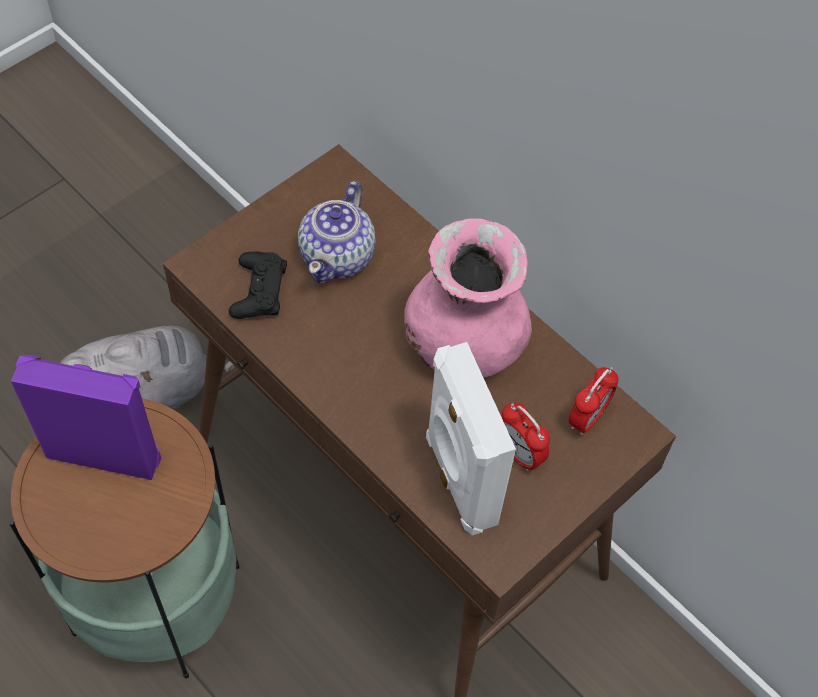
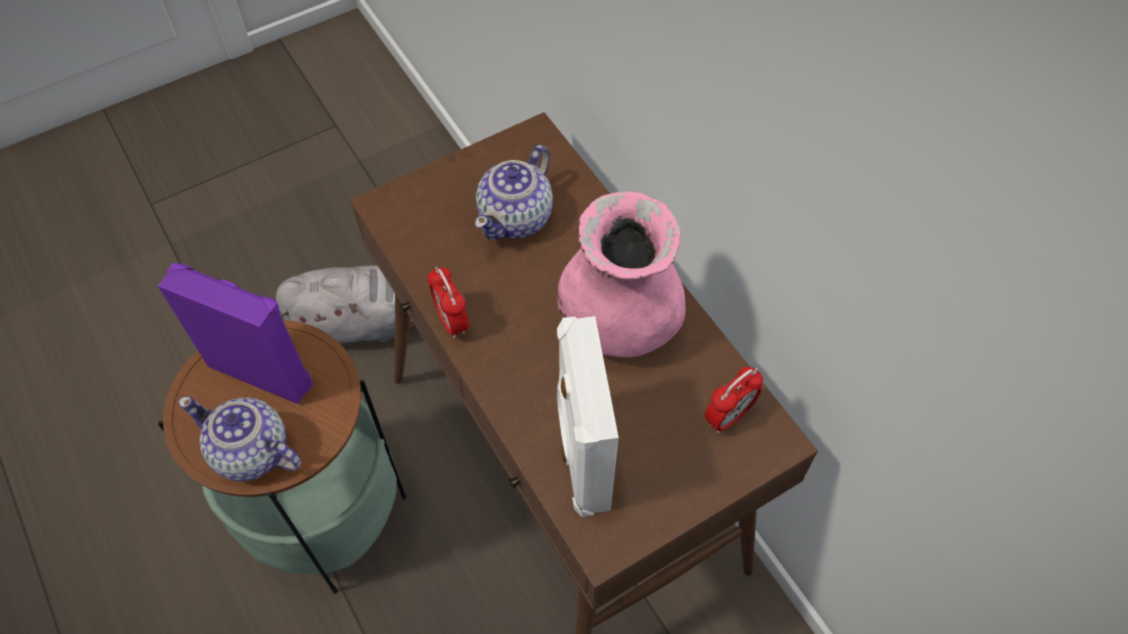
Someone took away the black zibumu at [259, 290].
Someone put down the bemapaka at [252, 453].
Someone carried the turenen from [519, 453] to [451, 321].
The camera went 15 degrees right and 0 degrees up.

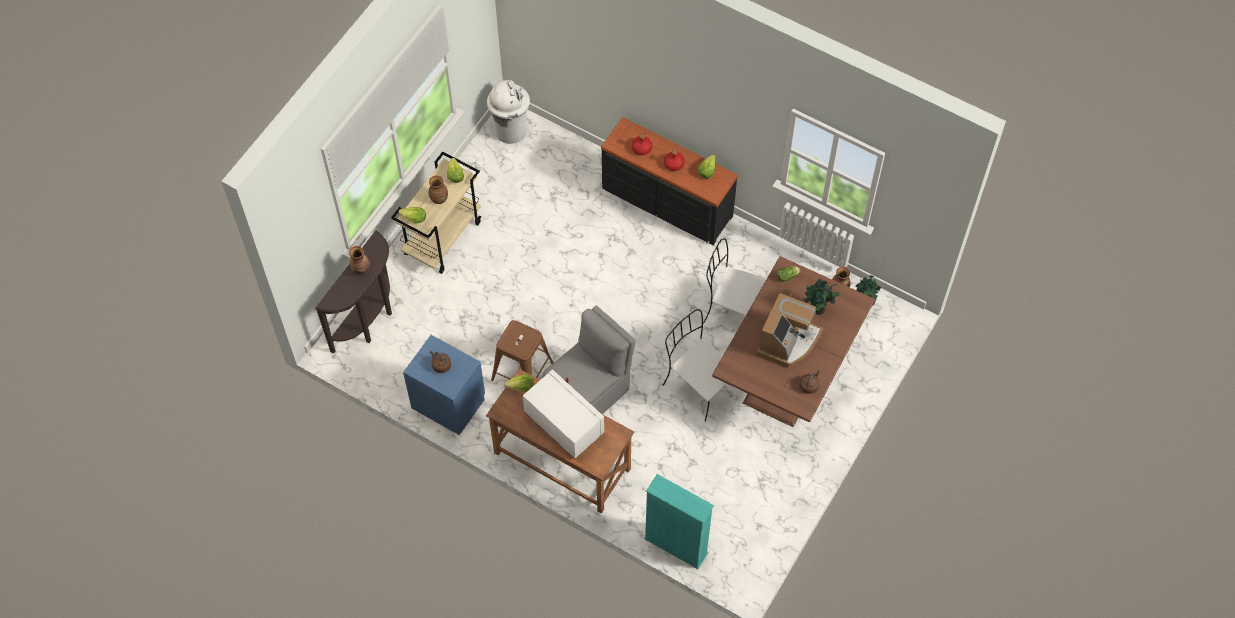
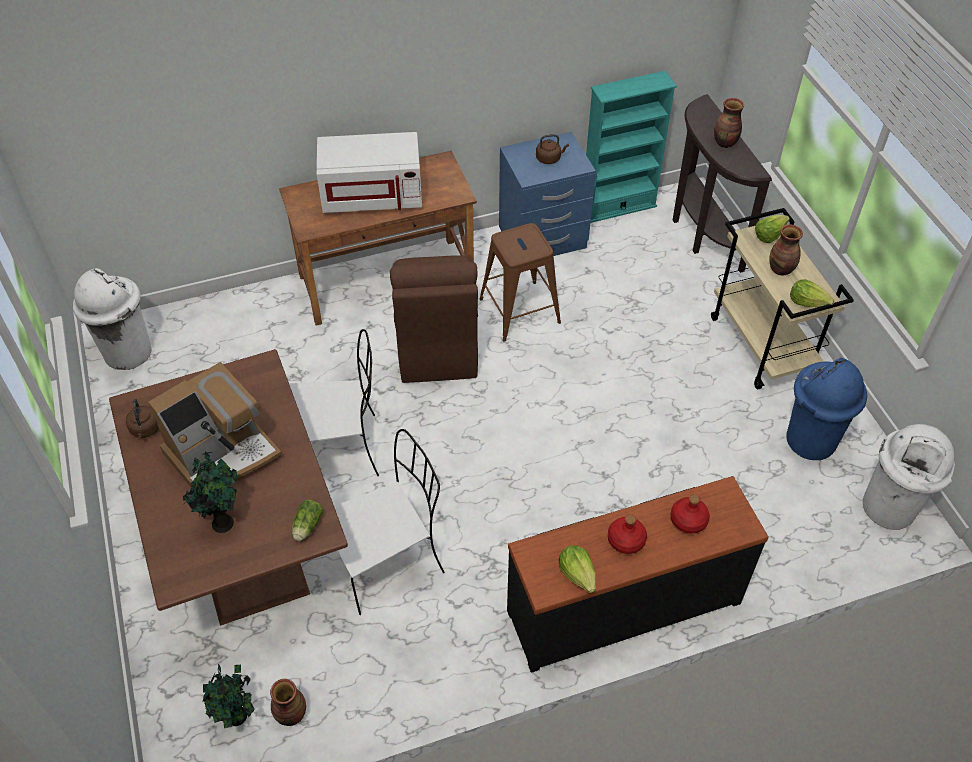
Someone took away the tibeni at [520, 387].
Someone put down the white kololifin at [127, 352].
Someone put down the blue kololifin at [810, 440].
Someone carried the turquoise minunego from [676, 546] to [618, 207].
Someone repainted the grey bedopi at [588, 393], which became the brown bedopi at [436, 347].
Someone rotated the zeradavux at [788, 341] by 105 degrees counterclockwise.
The camera went 130 degrees right and 10 degrees down.

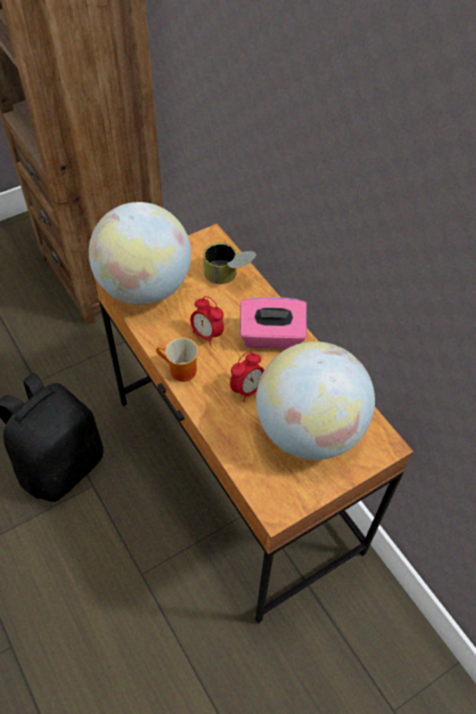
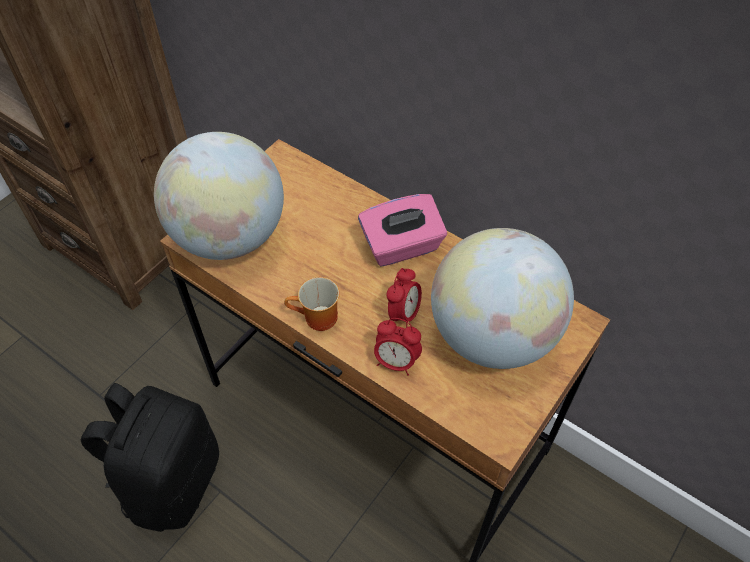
Someone took away the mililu at [228, 276].
Someone carried the turenen from [207, 334] to [396, 362].
The camera went 20 degrees left and 0 degrees up.

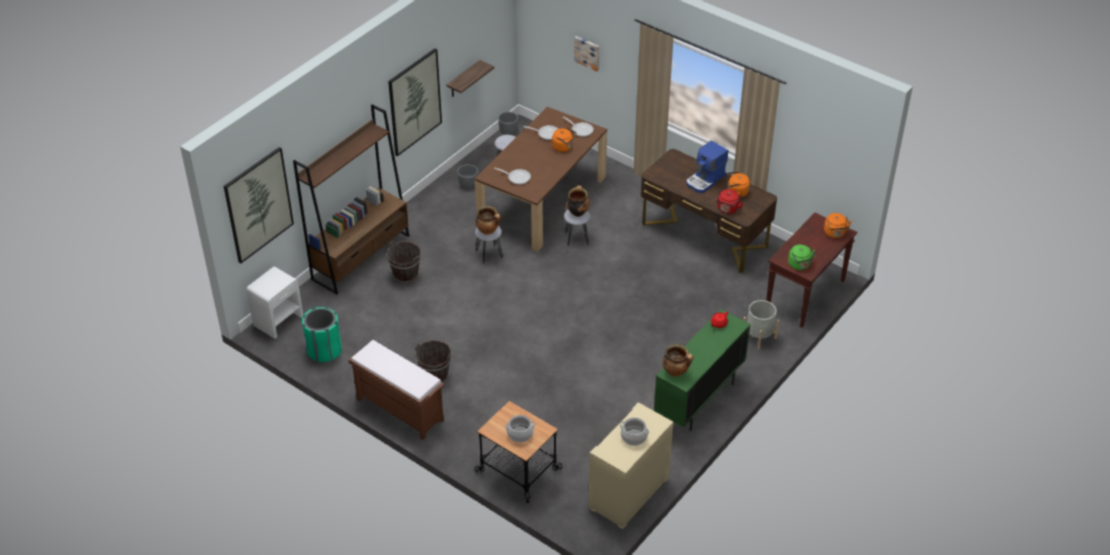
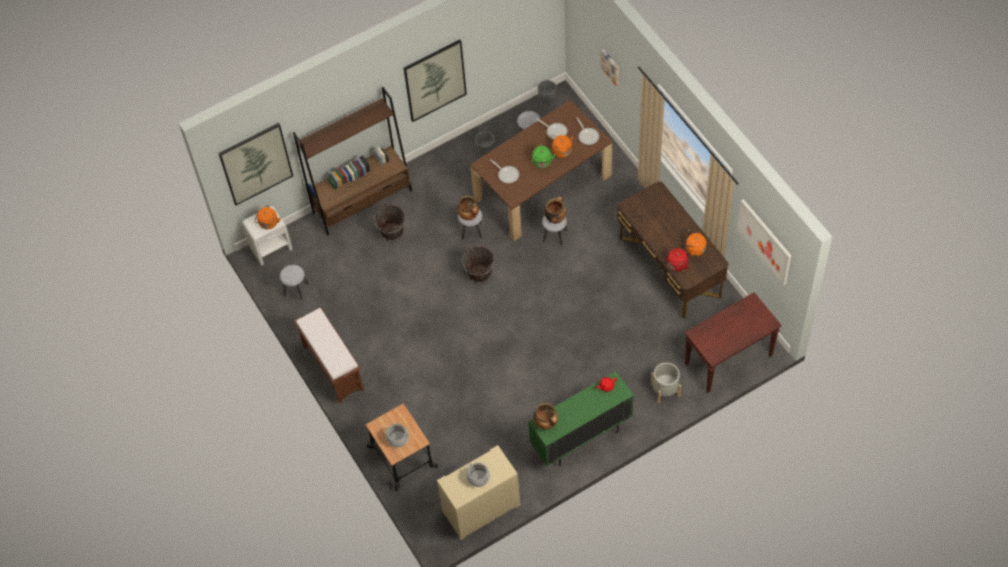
Someone took away the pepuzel at [463, 80].
Someone took away the zeradavux at [705, 180].
Someone put up the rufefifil at [764, 241].
Someone carried the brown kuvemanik from [435, 375] to [480, 274].
Someone carried the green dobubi from [800, 265] to [542, 163].
Someone carried the orange dobubi from [835, 233] to [268, 224].
Someone swapped the green kololifin at [324, 350] for the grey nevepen at [296, 290].
The camera went 25 degrees right and 15 degrees up.

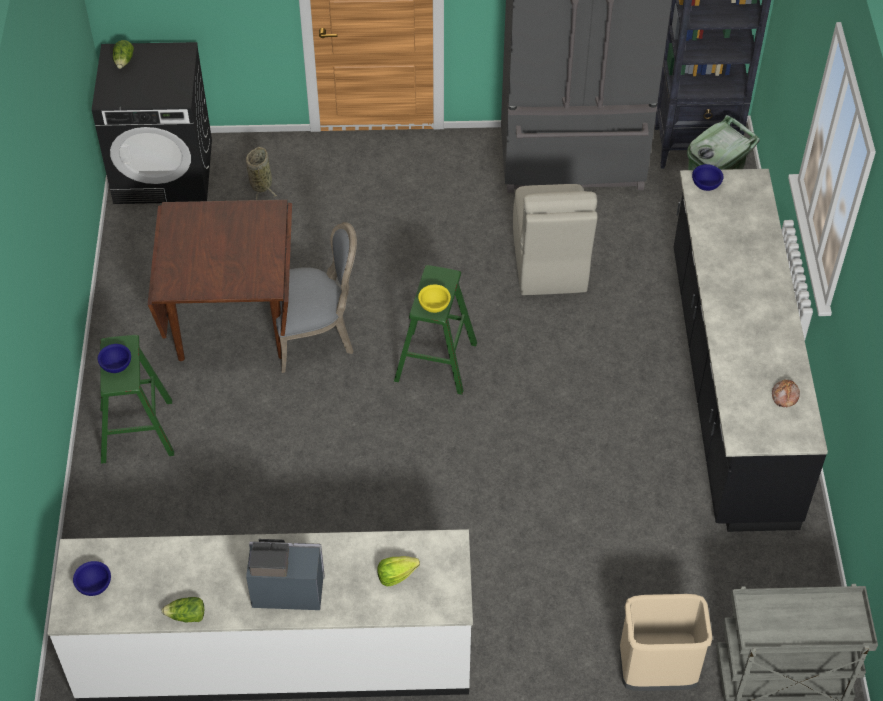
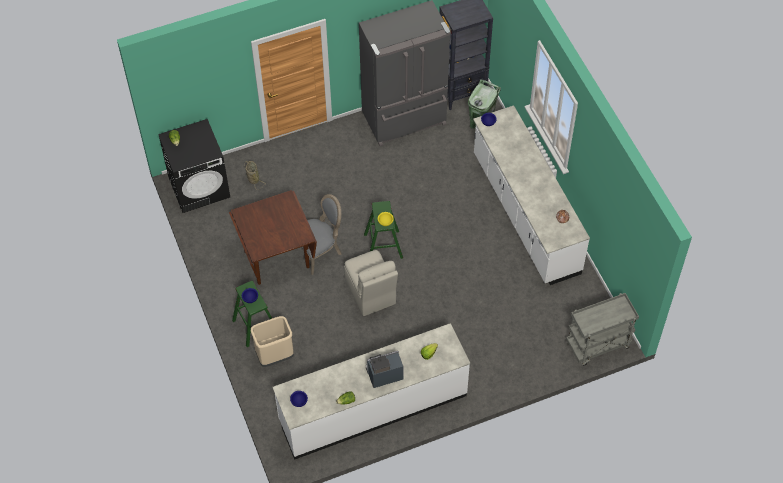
Someone carried the beige bedopi from [549, 264] to [371, 293].
Someone carried the beige kololifin from [656, 674] to [275, 356].
Someone repainted the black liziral at [729, 385], which became the white liziral at [525, 214].
The camera went 20 degrees left and 5 degrees up.

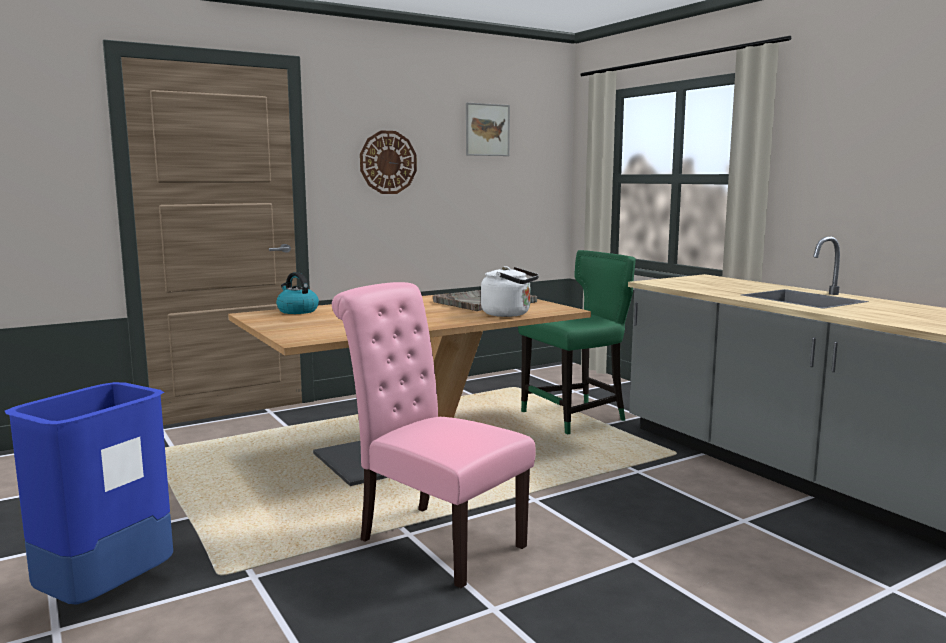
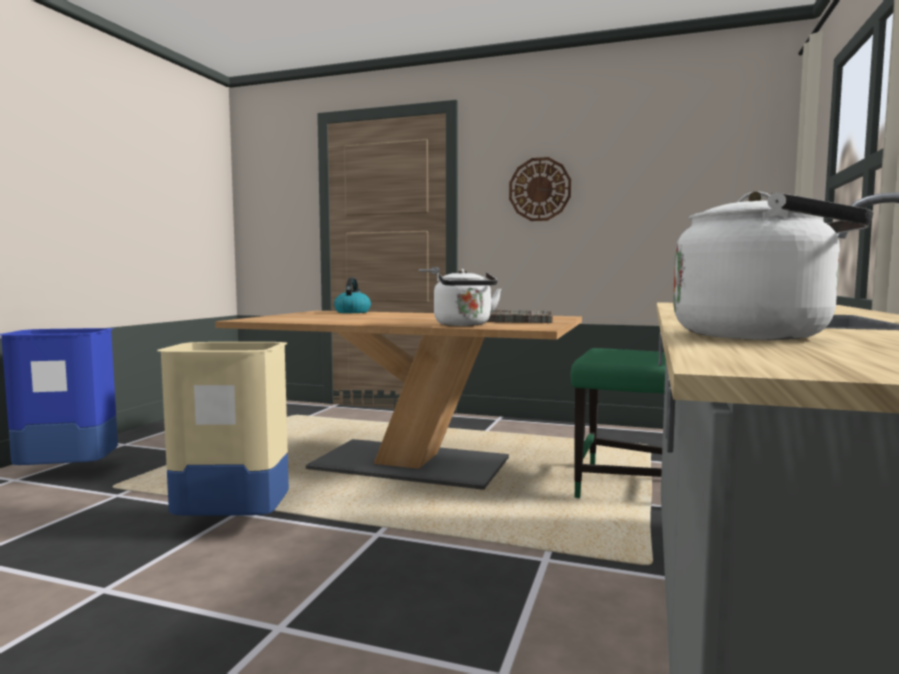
Someone took away the rufefifil at [487, 130].
Someone put down the white dobubi at [760, 336].
Someone swapped the pink bedopi at [433, 540] for the beige kololifin at [232, 524].
The camera went 50 degrees right and 5 degrees down.

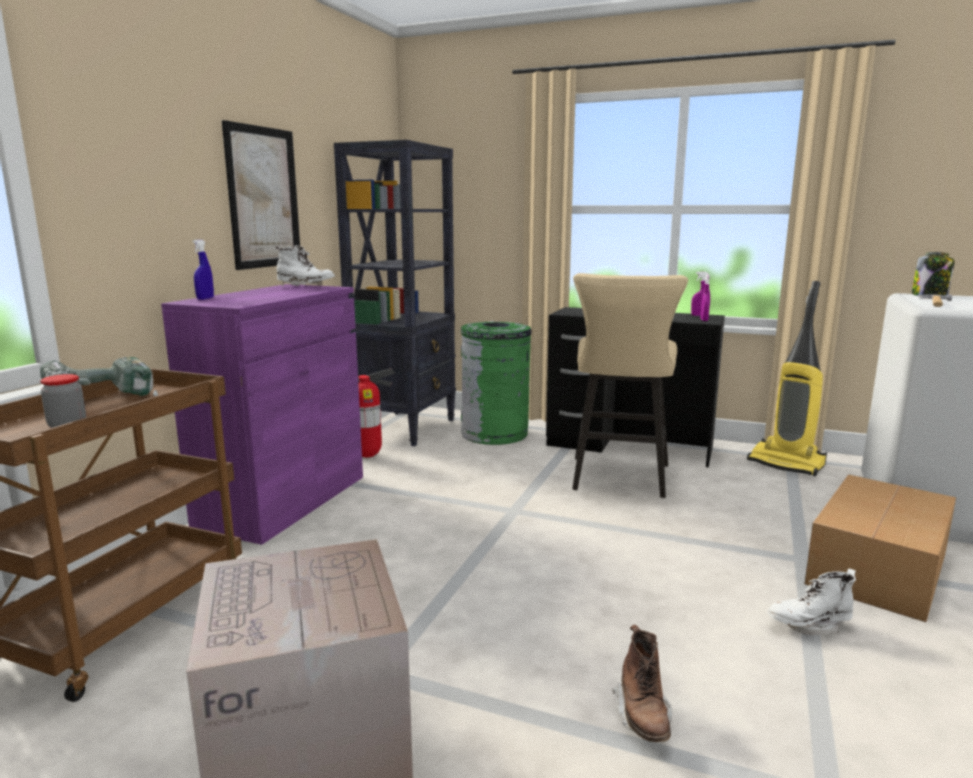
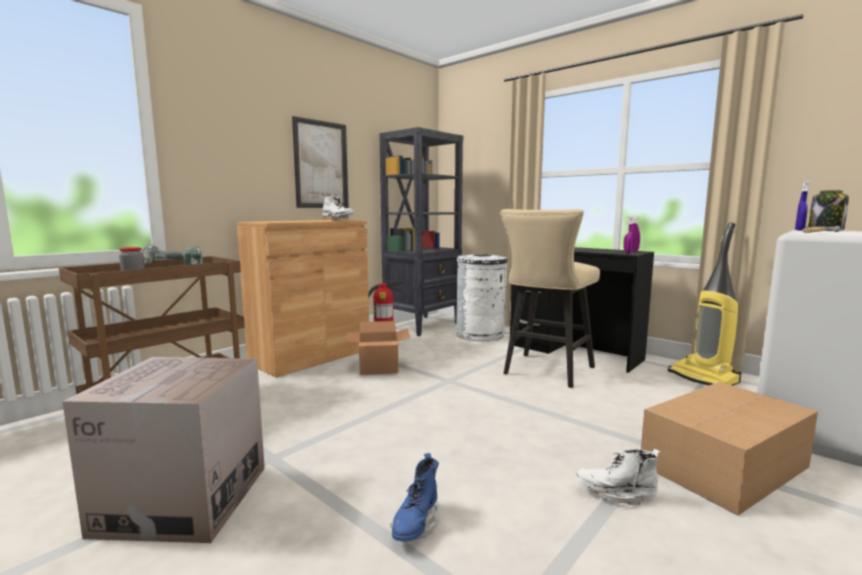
Someone put down the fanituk at [379, 367].
Someone carried the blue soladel from [205, 298] to [799, 230].
Someone repainted the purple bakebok at [283, 500], which became the brown bakebok at [311, 356].
Someone repainted the green kololifin at [495, 433], which became the white kololifin at [480, 334].
Someone repainted the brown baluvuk at [643, 717], which became the blue baluvuk at [416, 525].
The camera went 20 degrees right and 5 degrees down.

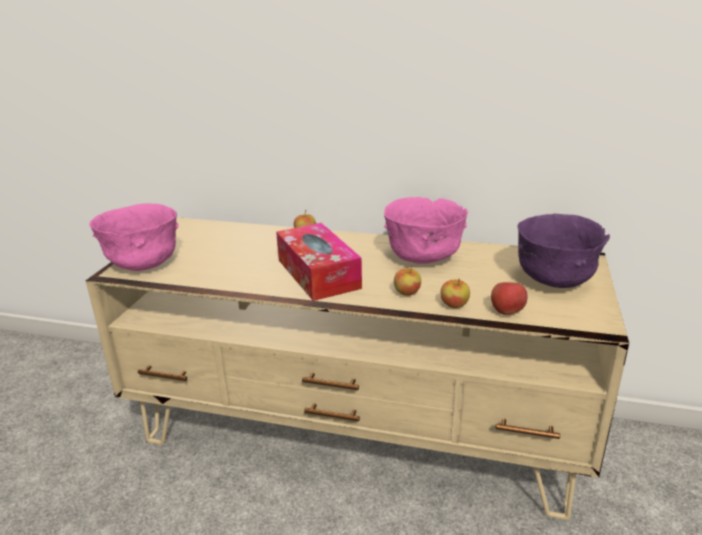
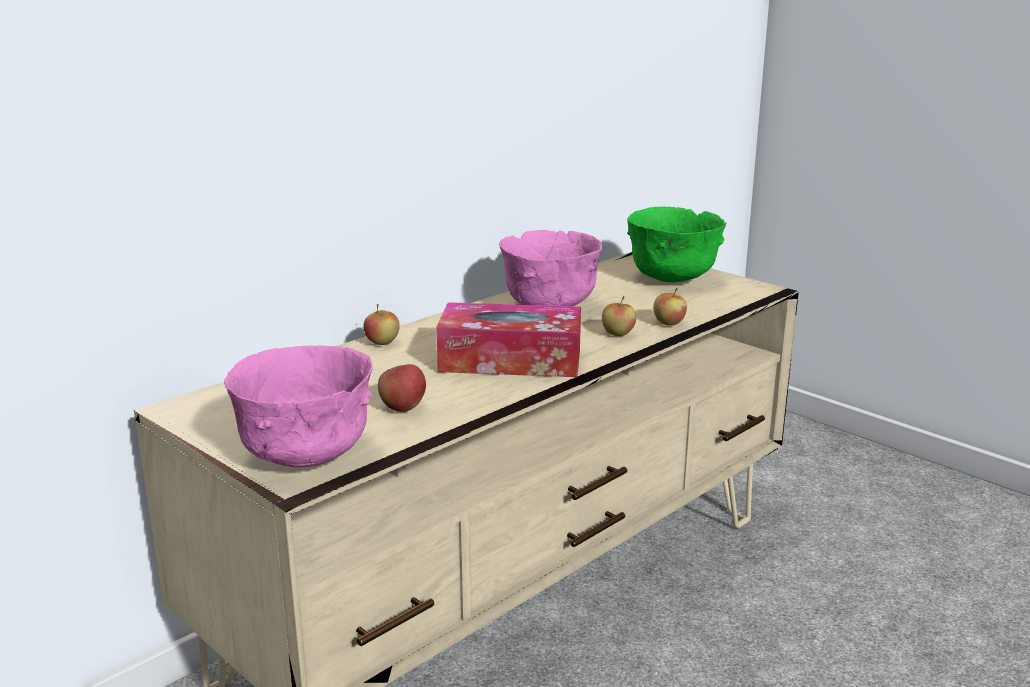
Someone carried the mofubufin from [507, 311] to [403, 407].
Someone repainted the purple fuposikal at [554, 282], which became the green fuposikal at [672, 279].
The camera went 60 degrees left and 5 degrees down.

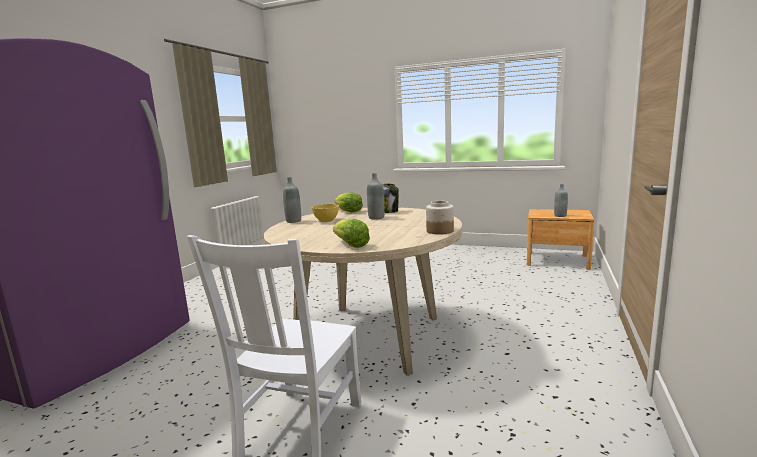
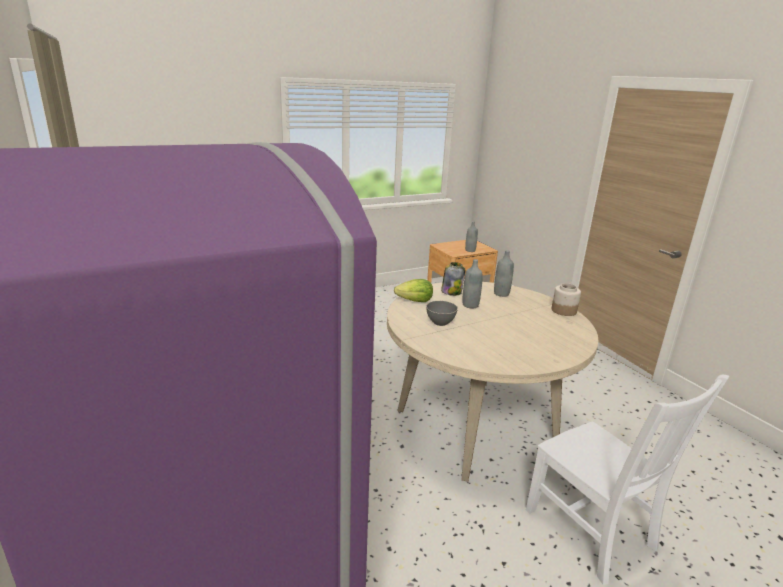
Someone took away the tibeni at [350, 245].
Someone carried the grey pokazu from [293, 221] to [501, 294].
Someone repainted the yellow fuposikal at [326, 221], which became the grey fuposikal at [440, 322].
The camera went 50 degrees left and 10 degrees up.

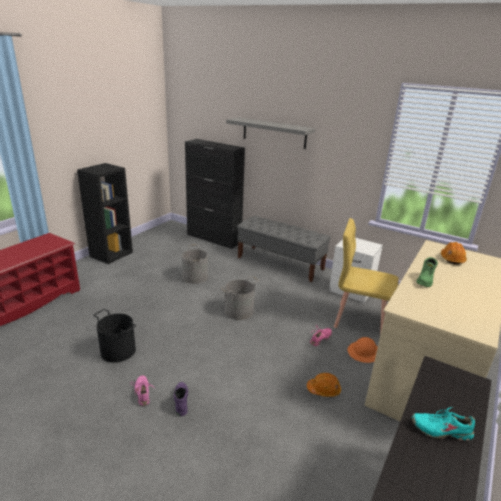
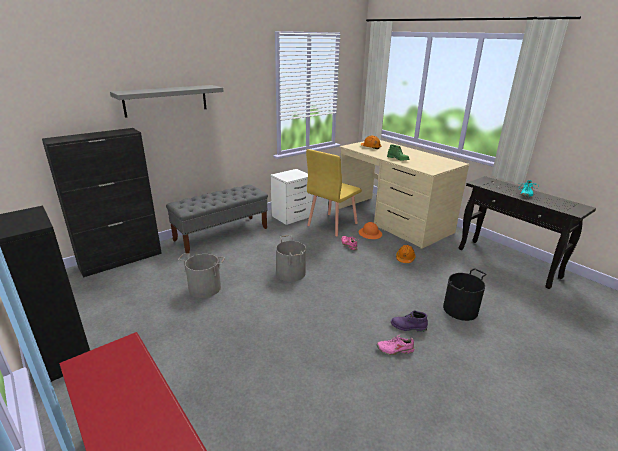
Someone carried the black kuvemanik from [118, 350] to [459, 309].
The camera went 70 degrees left and 0 degrees up.

